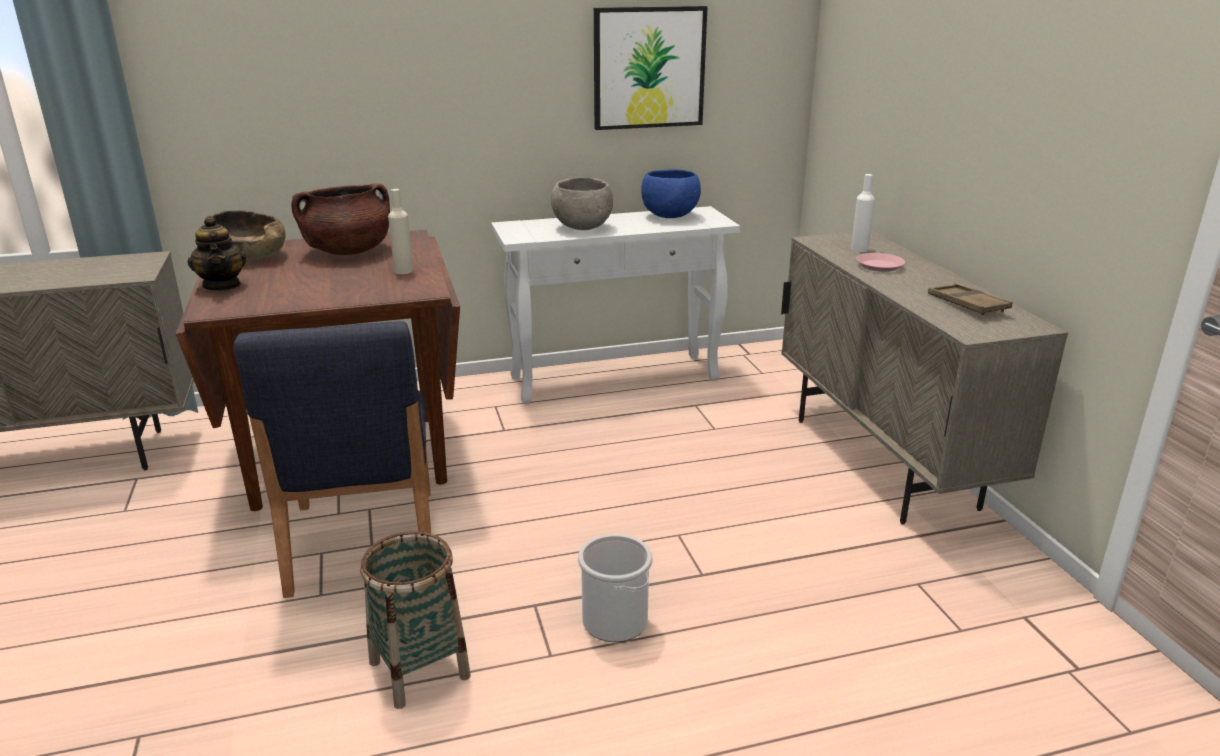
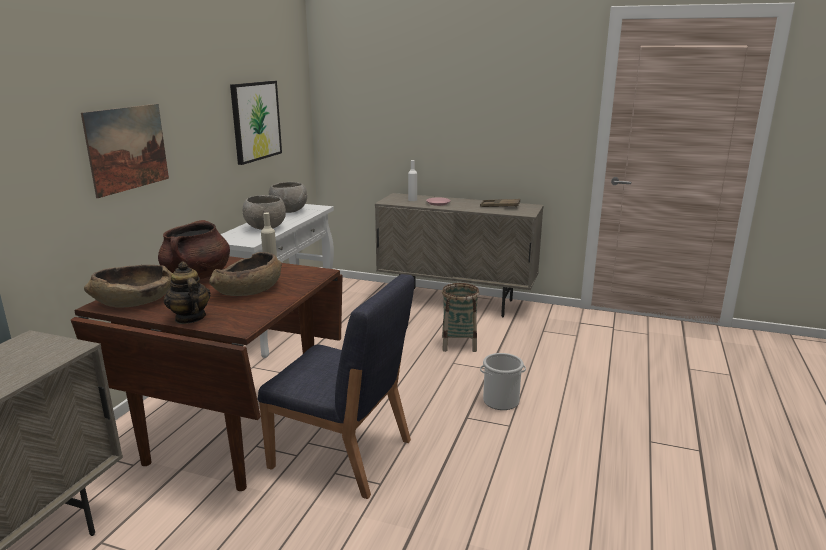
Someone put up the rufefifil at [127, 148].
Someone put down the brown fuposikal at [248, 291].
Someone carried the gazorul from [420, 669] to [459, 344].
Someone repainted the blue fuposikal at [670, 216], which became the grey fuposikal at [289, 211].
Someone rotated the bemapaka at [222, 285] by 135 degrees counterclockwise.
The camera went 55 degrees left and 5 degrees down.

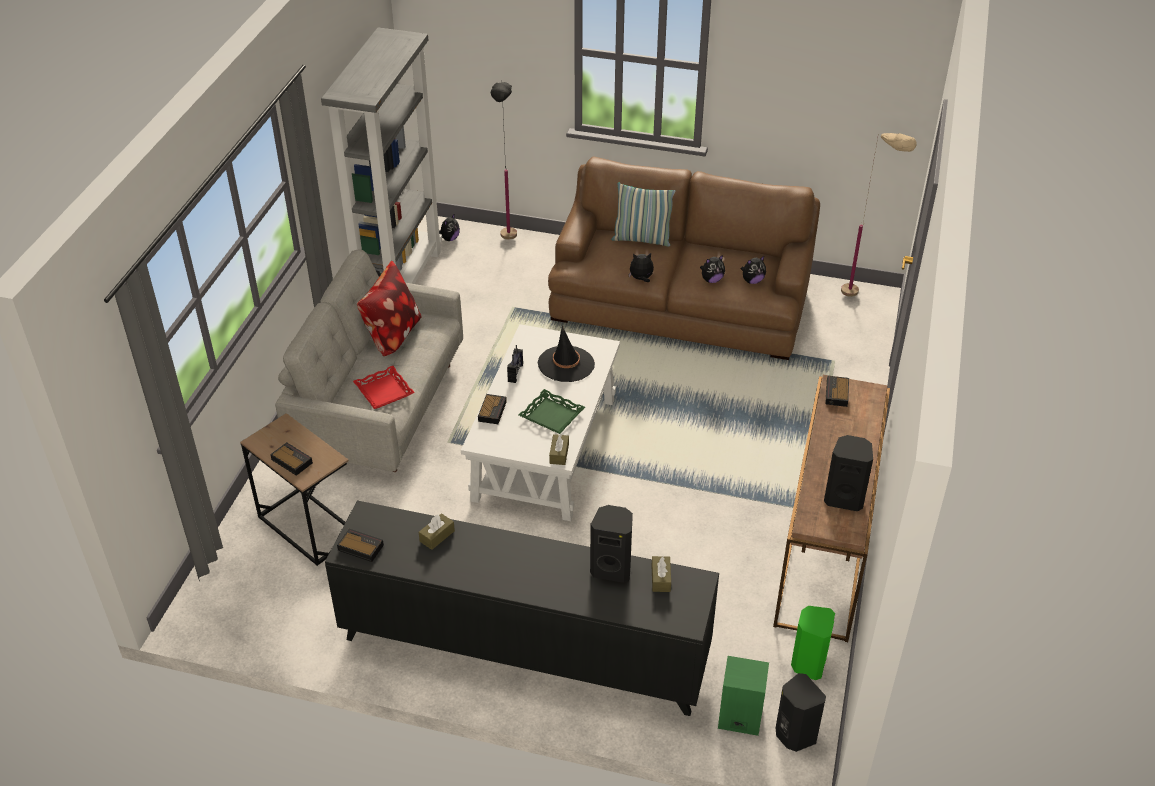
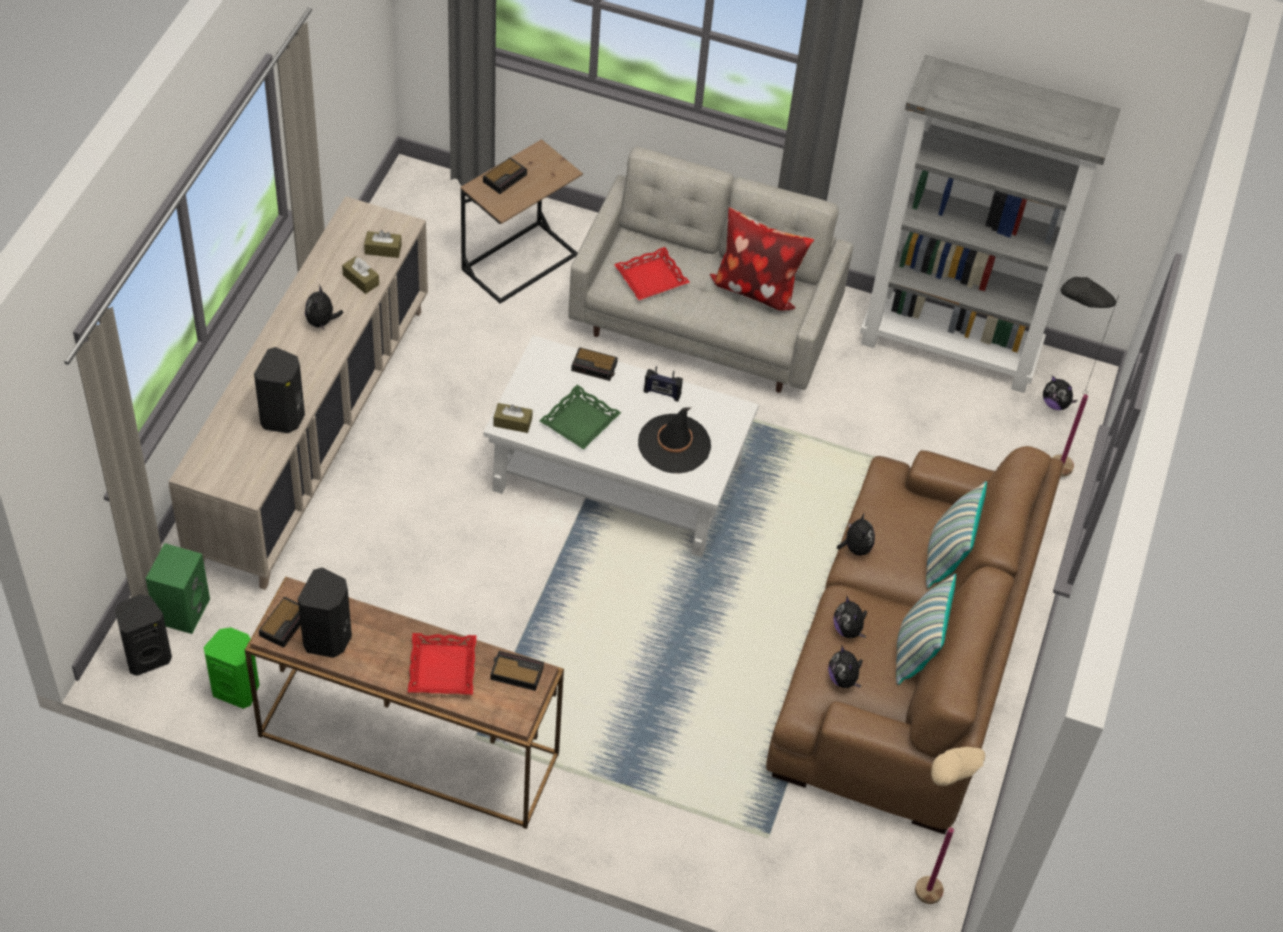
Someone put down the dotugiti at [322, 322].
Someone put down the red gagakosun at [441, 668].
Someone put down the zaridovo at [916, 651].
Someone carried the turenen from [359, 547] to [285, 623].
Someone carried the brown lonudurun from [660, 578] to [383, 249].
Someone repainted the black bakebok at [524, 650], which became the beige bakebok at [312, 433].
The camera went 90 degrees right and 10 degrees up.

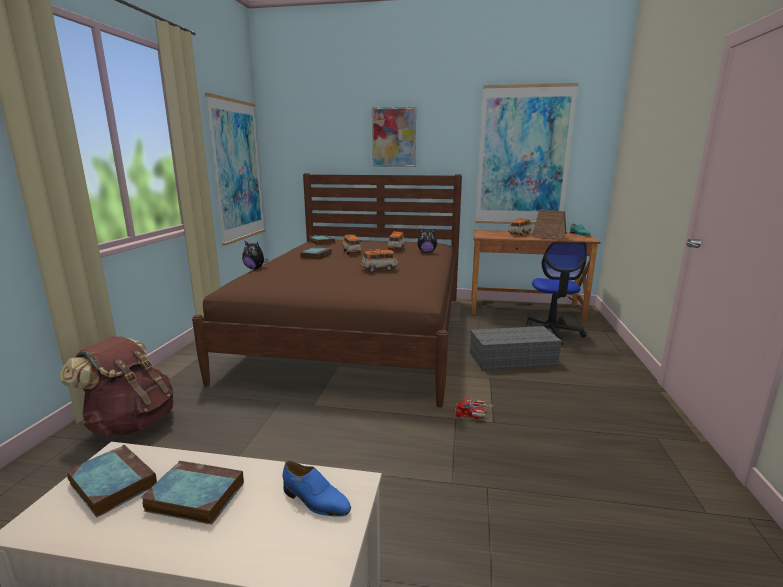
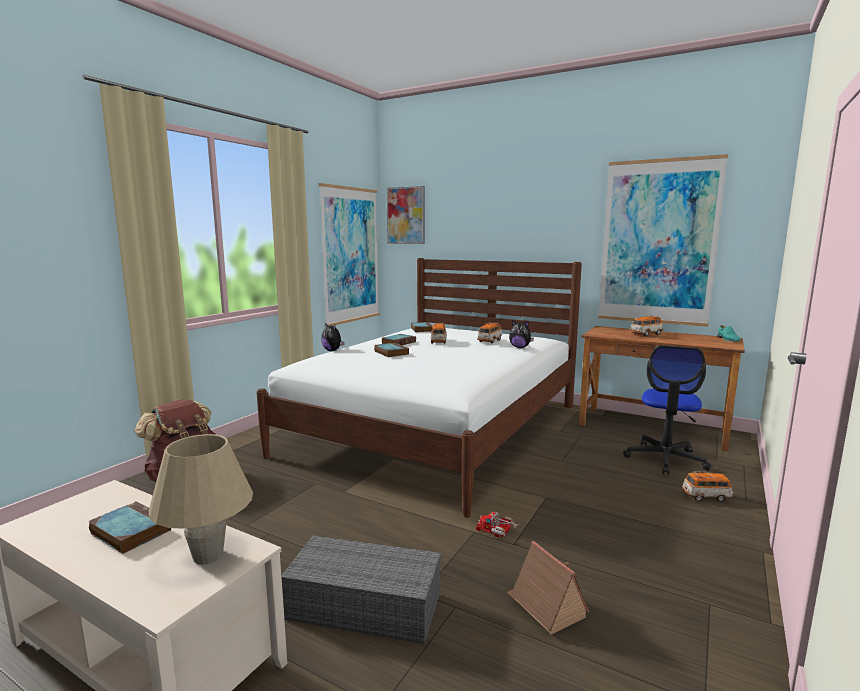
Someone carried the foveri from [111, 483] to [390, 352].
Someone carried the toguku from [379, 269] to [706, 497].
Someone carried the rufefifil from [394, 137] to [406, 215].
Someone carried the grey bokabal from [513, 358] to [367, 605].
Someone carried the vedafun from [547, 236] to [546, 606].
Someone swapped the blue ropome at [315, 501] for the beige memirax at [208, 556].
Someone repainted the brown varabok at [358, 333], which became the white varabok at [436, 429].
The camera went 20 degrees right and 5 degrees down.

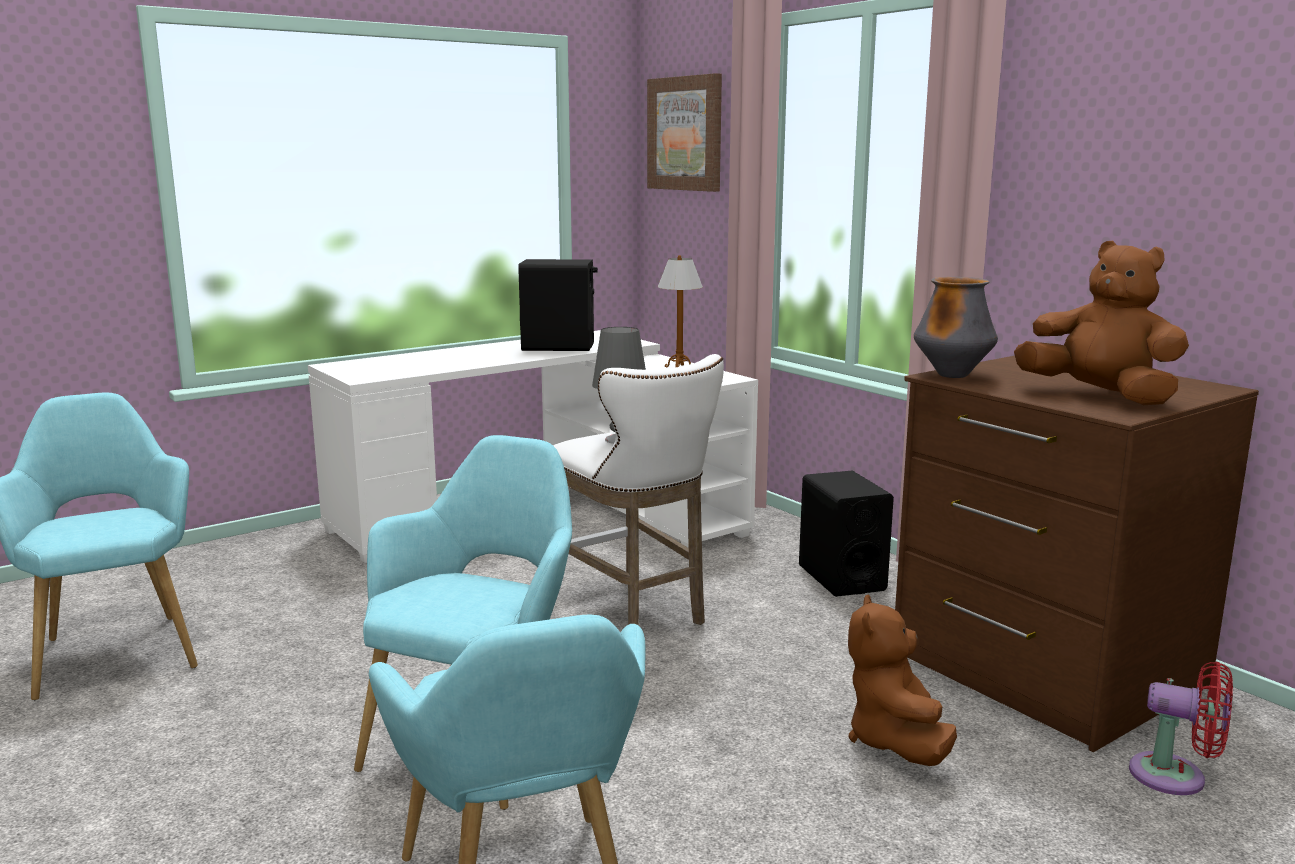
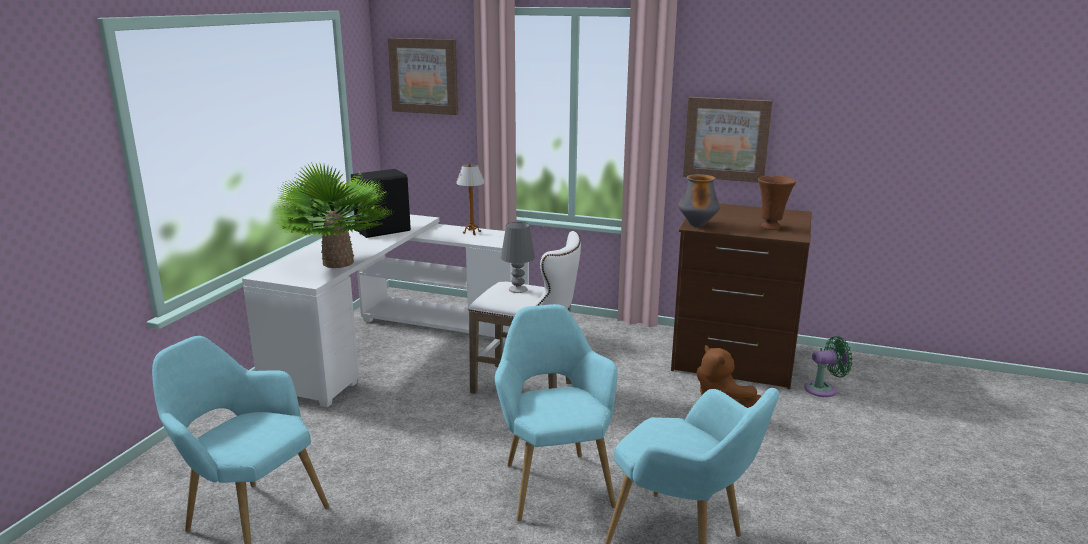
Someone took away the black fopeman at [841, 578].
Someone put down the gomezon at [338, 263].
Someone put up the rufefifil at [726, 139].
Someone swapped the brown dotugiti at [1100, 396] for the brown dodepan at [771, 227].
Someone repainted the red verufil at [1175, 777], which became the green verufil at [824, 389].
The camera went 35 degrees left and 5 degrees up.

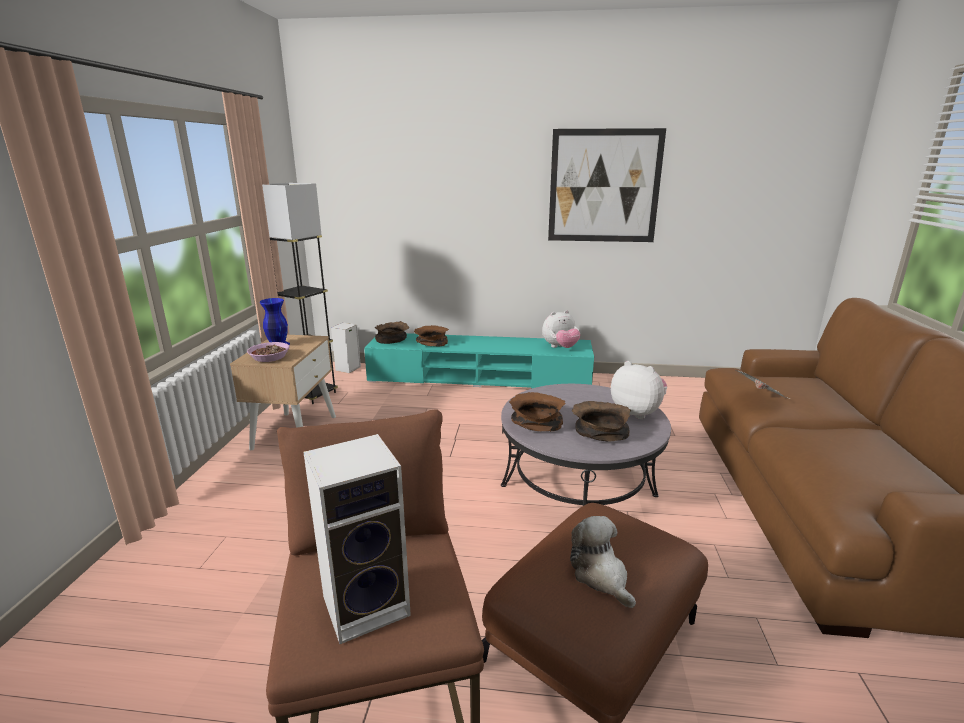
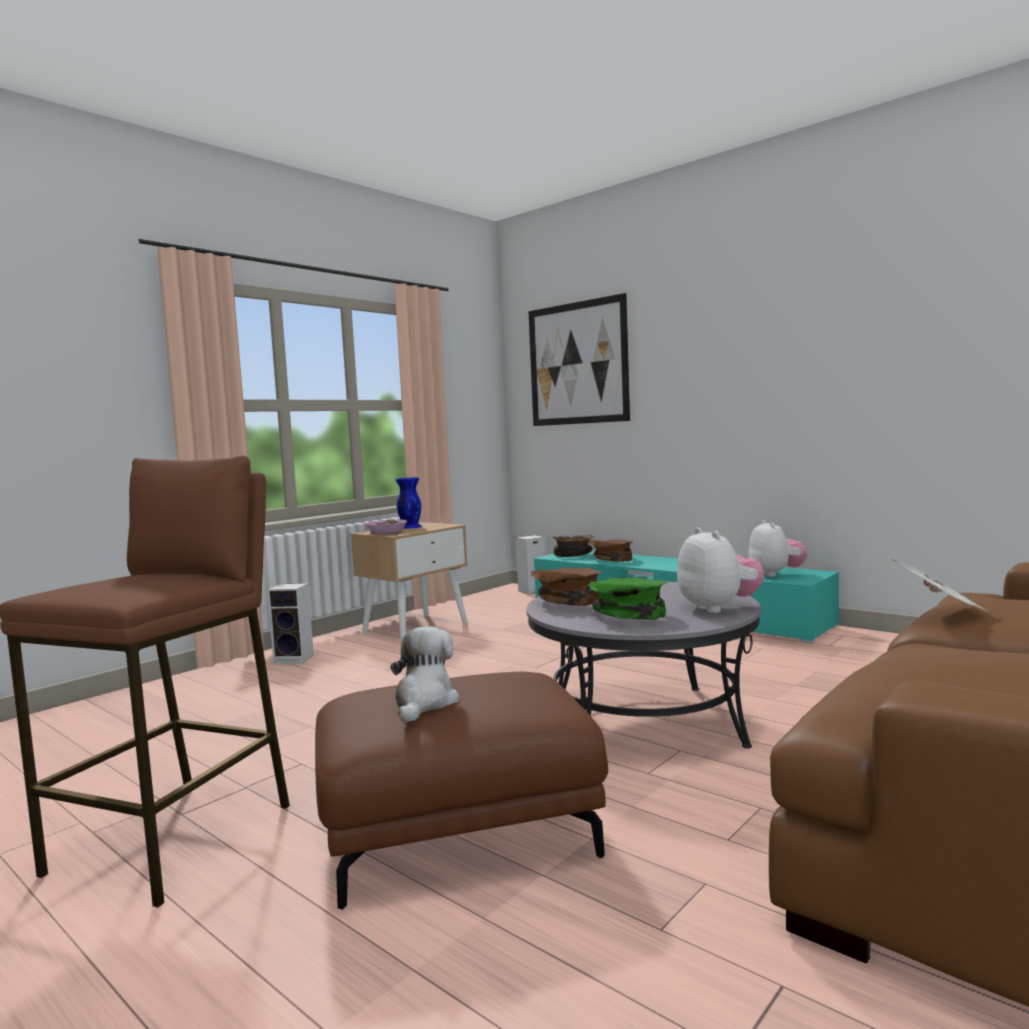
Someone took away the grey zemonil at [313, 395].
Someone carried the fopeman from [369, 603] to [295, 659].
Someone carried the rufefifil from [604, 186] to [577, 363].
Someone repainted the brown fuposikal at [598, 433], which became the green fuposikal at [627, 615].
Someone rotated the dotugiti at [560, 347] by 105 degrees counterclockwise.
The camera went 35 degrees right and 15 degrees down.

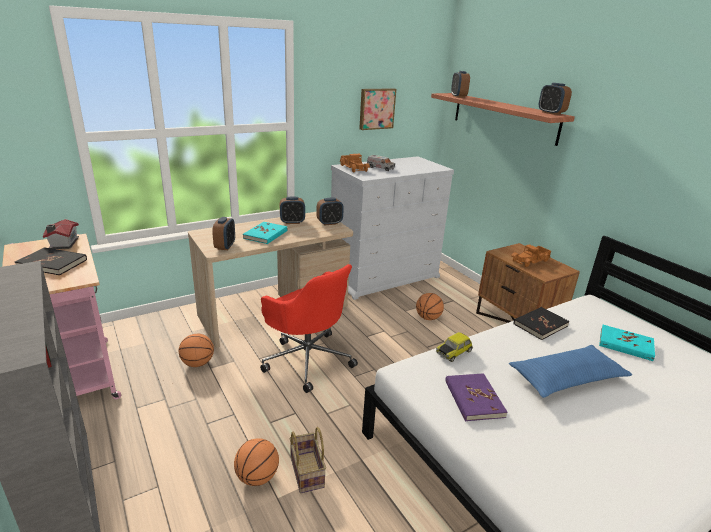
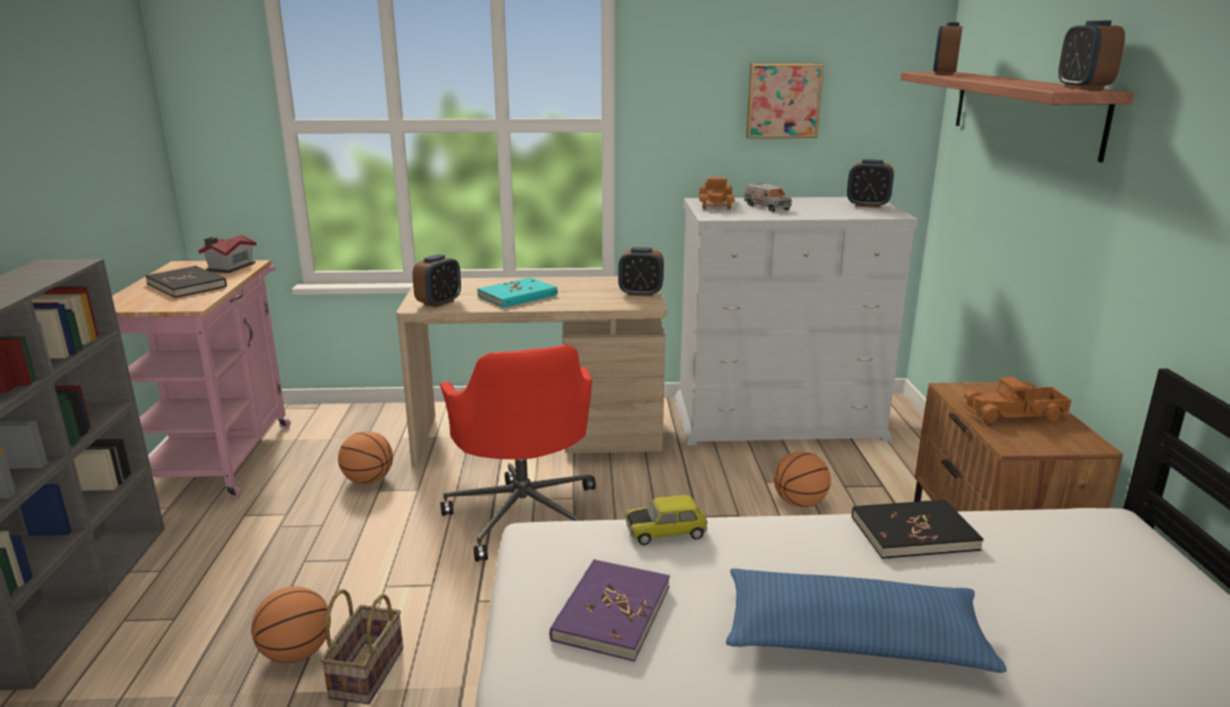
Someone took away the turquoise foveri at [625, 344].
Someone carried the turenen from [292, 222] to [867, 205].
The camera went 30 degrees right and 5 degrees down.

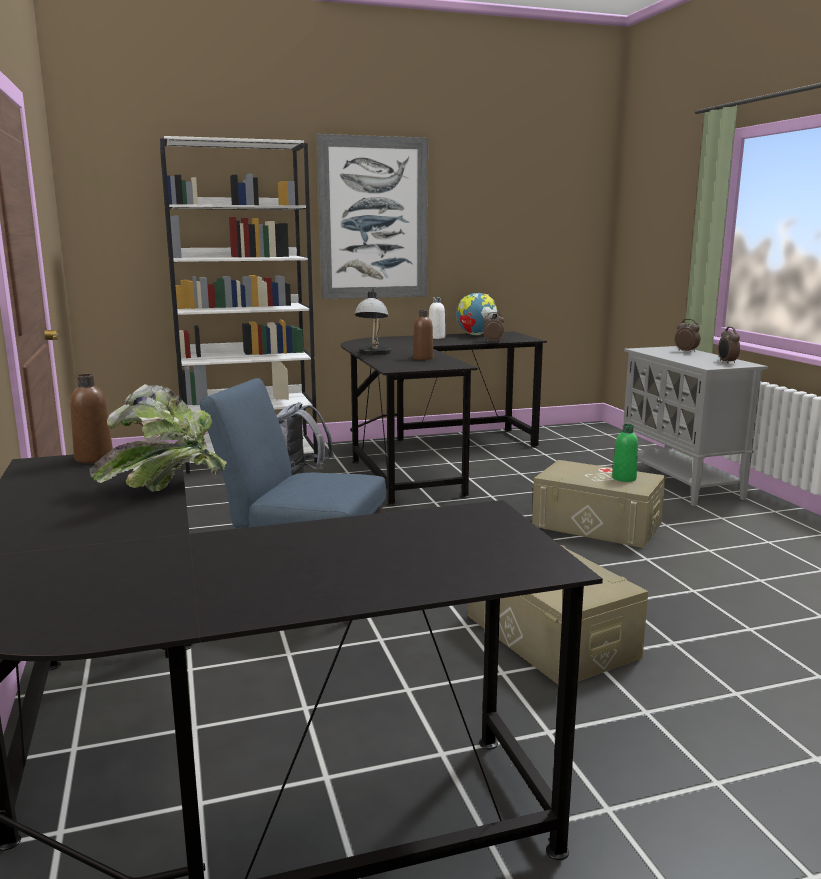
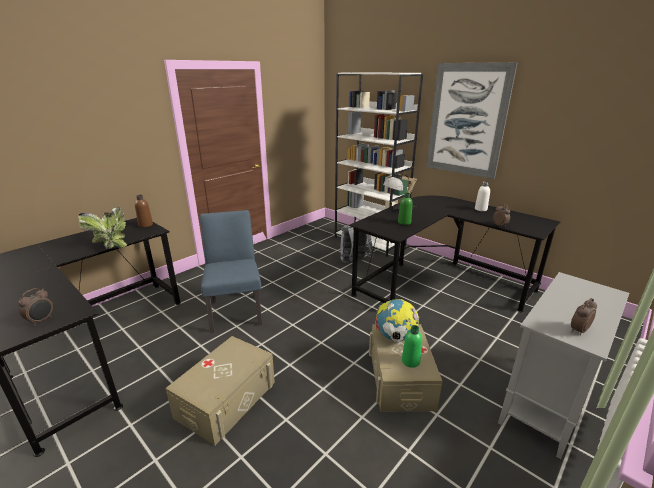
Someone carried the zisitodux from [476, 335] to [395, 337].
Someone carried the turenen from [686, 351] to [42, 320].
Someone repainted the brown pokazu at [423, 358], which became the green pokazu at [404, 222].
The camera went 60 degrees right and 10 degrees up.

